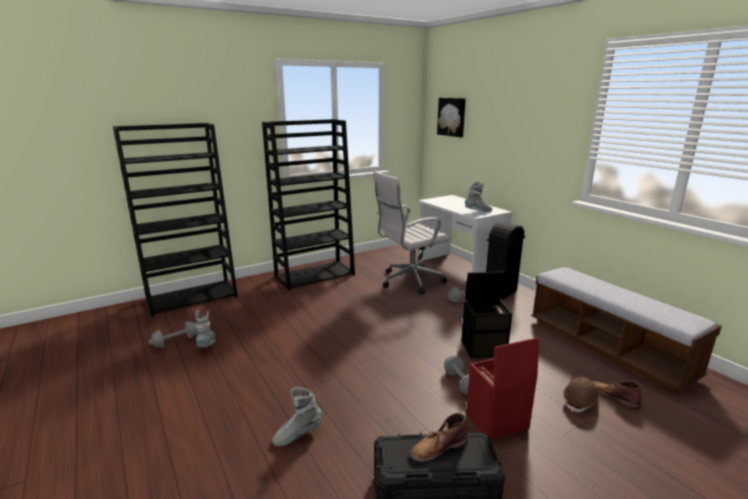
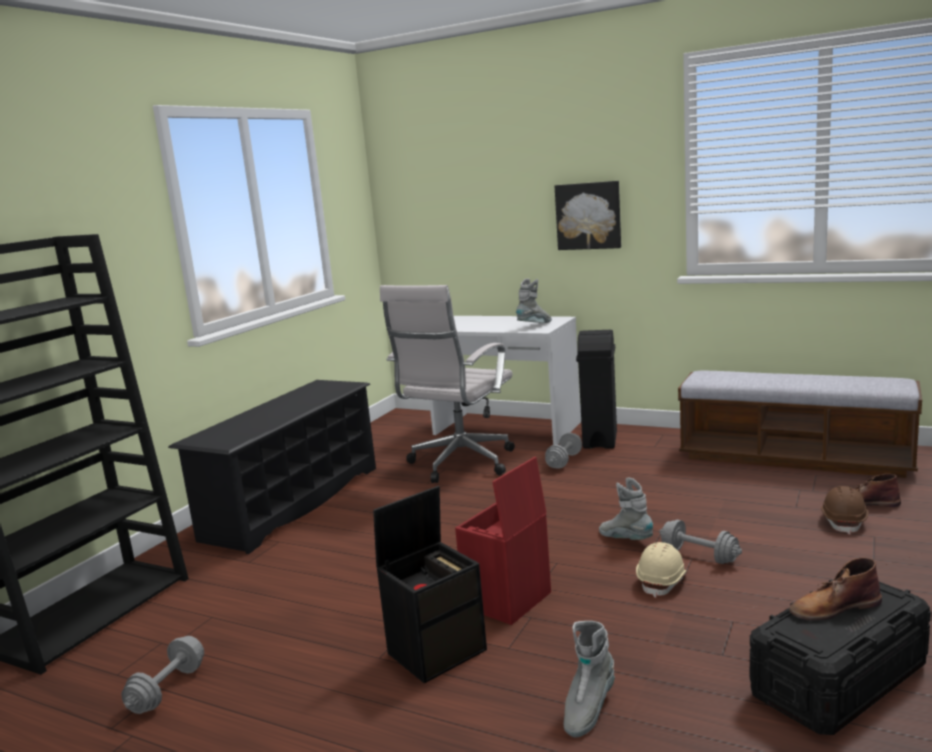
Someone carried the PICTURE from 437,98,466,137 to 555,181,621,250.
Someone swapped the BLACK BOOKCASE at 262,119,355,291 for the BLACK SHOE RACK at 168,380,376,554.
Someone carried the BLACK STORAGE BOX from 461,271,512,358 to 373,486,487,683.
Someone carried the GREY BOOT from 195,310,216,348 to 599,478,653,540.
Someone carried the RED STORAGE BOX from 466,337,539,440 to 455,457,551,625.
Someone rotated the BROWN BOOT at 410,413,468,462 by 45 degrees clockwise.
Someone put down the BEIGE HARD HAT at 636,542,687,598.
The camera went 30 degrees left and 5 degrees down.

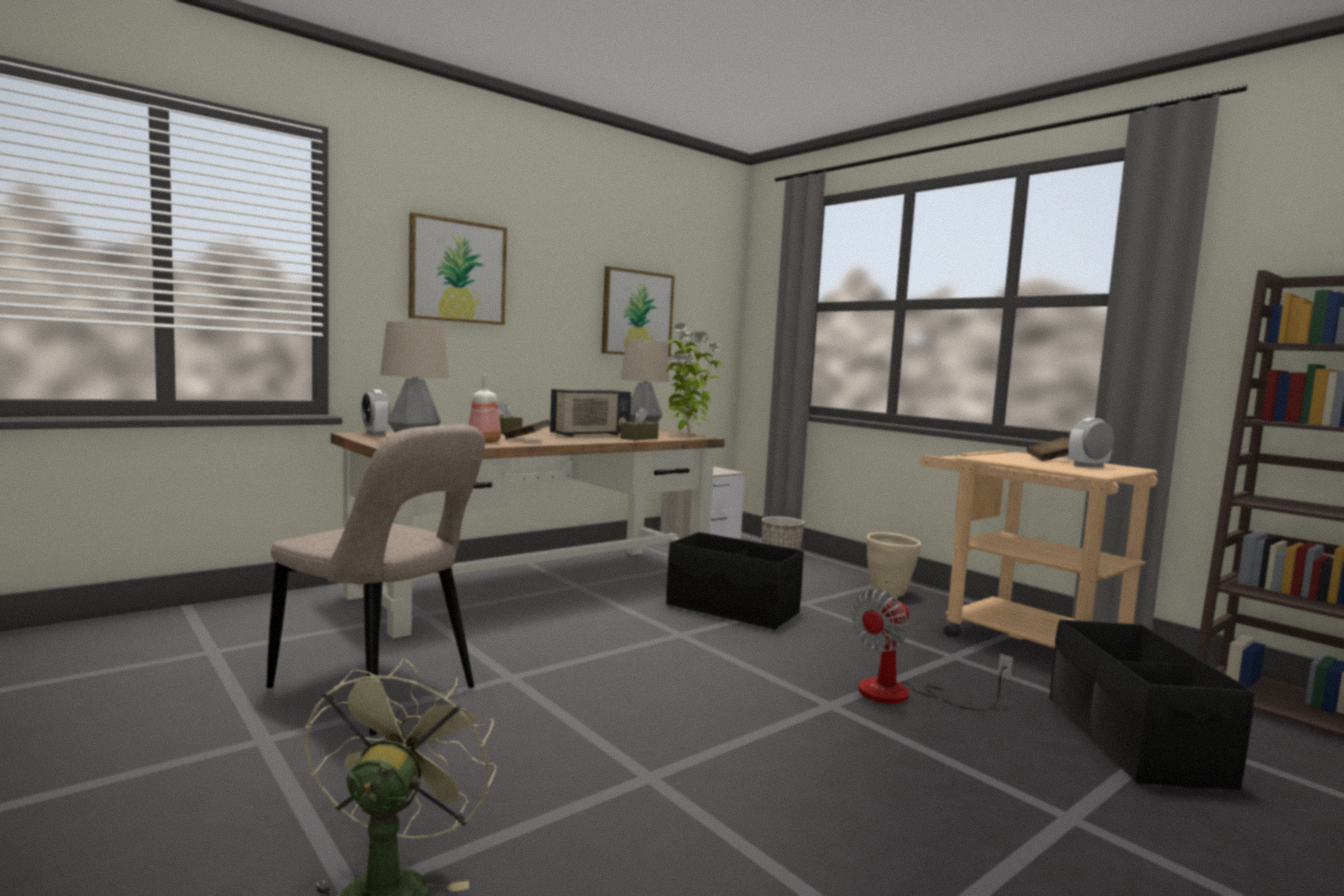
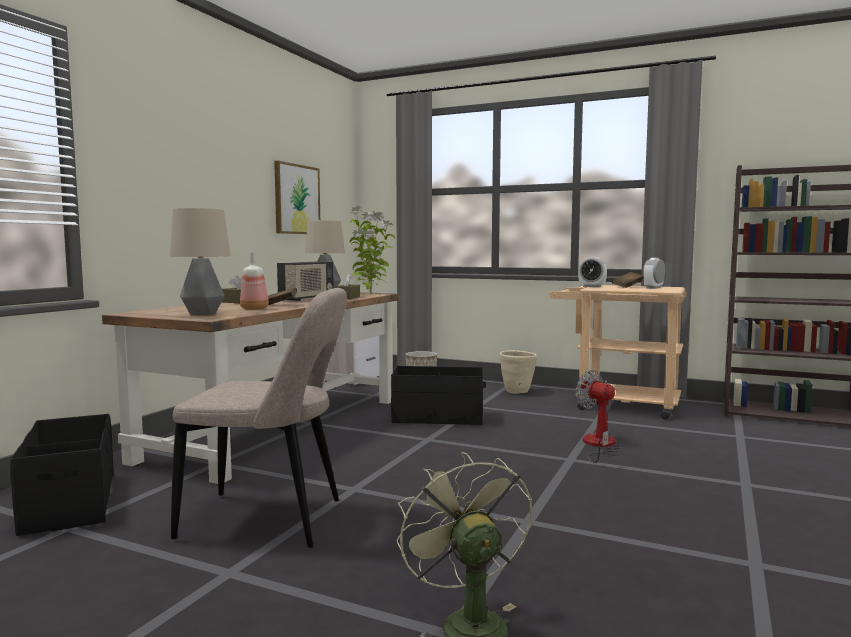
Someone took away the PICTURE at 408,212,507,325.
Someone carried the ALARM CLOCK from 362,389,391,436 to 578,257,607,287.
Someone rotated the FAN at 851,589,1013,710 by 120 degrees clockwise.
Someone carried the BLACK STORAGE BOX from 1050,620,1254,790 to 10,414,114,536.
The camera went 25 degrees left and 0 degrees up.

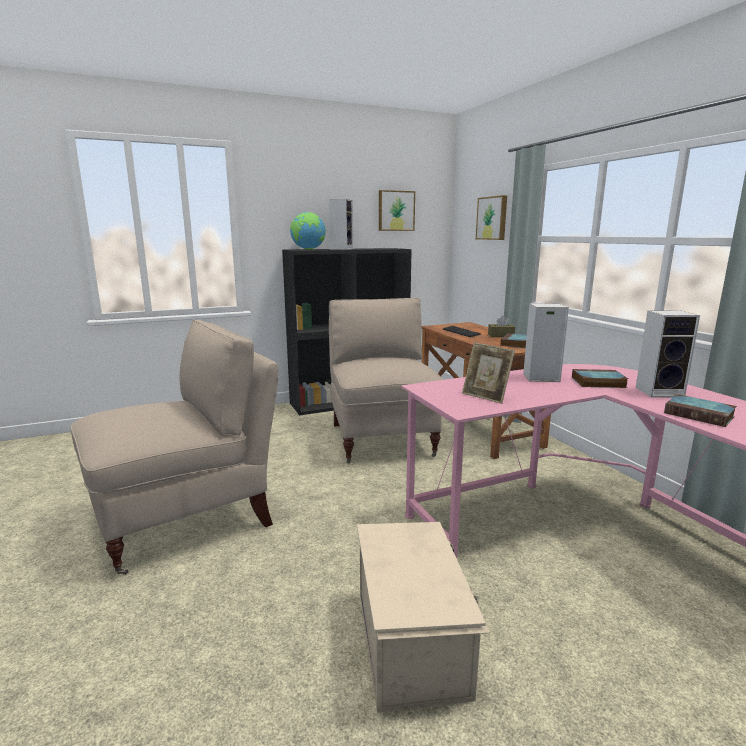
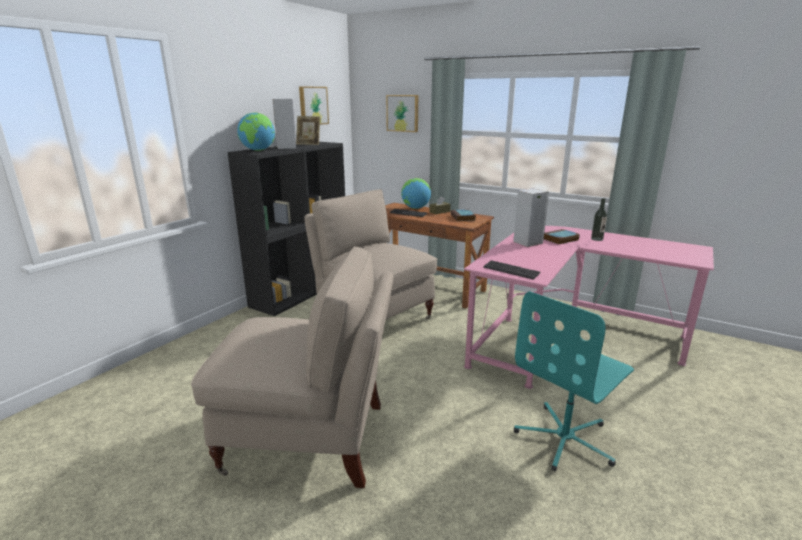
Someone swapped the SPEAKER at 636,310,700,397 for the BOTTLE at 591,198,607,241.
Someone rotated the BEIGE CHAIR at 71,320,279,575 by 75 degrees clockwise.
Someone carried the PICTURE FRAME from 462,342,515,404 to 296,116,320,145.
Someone took away the BOOK at 664,394,737,427.
Someone swapped the BEIGE STORAGE BOX at 357,522,490,713 for the TURQUOISE OFFICE CHAIR at 514,291,634,472.
Someone put down the GLOBE at 401,178,431,209.
Someone put down the KEYBOARD at 483,260,541,280.
The camera went 35 degrees left and 5 degrees up.

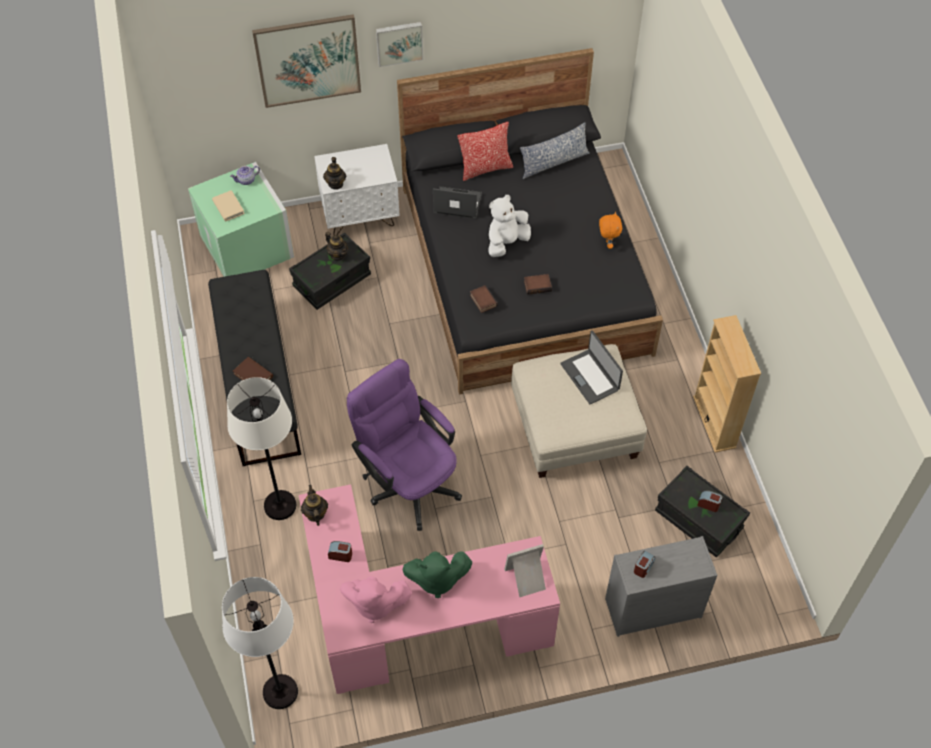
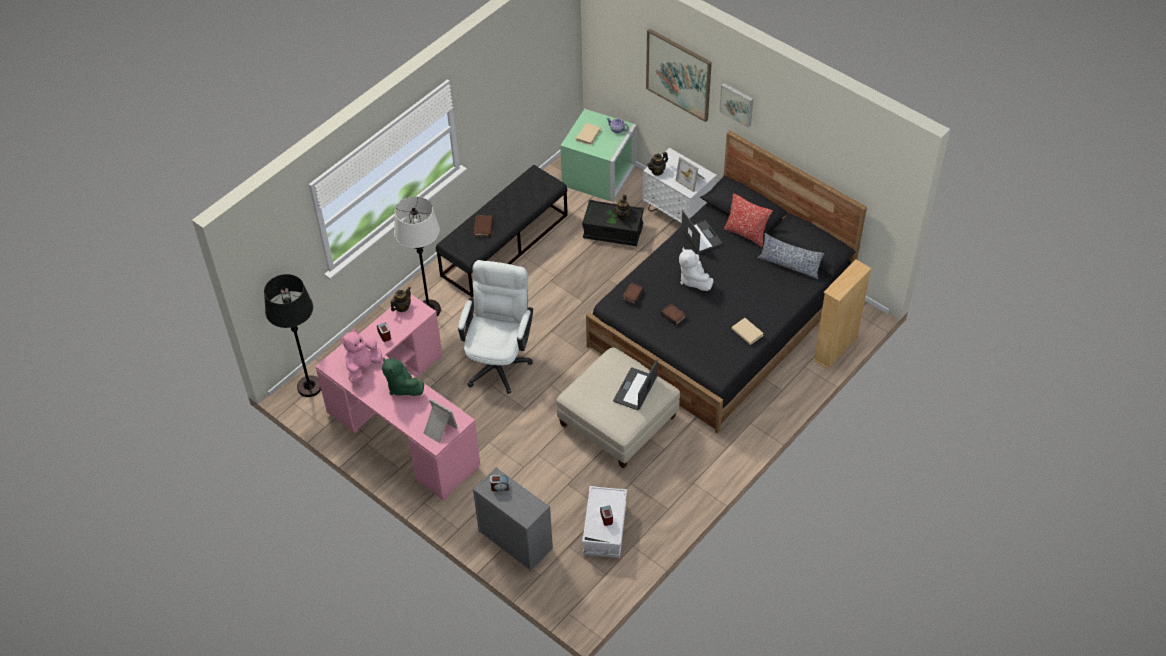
Someone rotated the WHITE PLUSH TOY at 488,195,531,257 by 120 degrees counterclockwise.
Someone swapped the ORANGE PLUSH TOY at 599,212,622,249 for the BEIGE BOOK at 731,318,764,345.
Someone carried the BEIGE BOOKCASE from 693,315,761,453 to 813,259,871,369.
Someone repainted the PURPLE OFFICE CHAIR at 347,359,462,531, which became the WHITE OFFICE CHAIR at 458,260,533,394.
Someone repainted the BLACK STORAGE BOX at 655,466,750,558, which became the WHITE STORAGE BOX at 582,486,627,558.
Someone rotated the PINK PLUSH TOY at 340,576,412,623 by 60 degrees clockwise.
Someone repainted the WHITE FLOOR LAMP at 222,577,298,709, which became the BLACK FLOOR LAMP at 264,274,321,397.
Someone put down the PICTURE FRAME at 675,157,705,192.
The camera went 55 degrees right and 5 degrees down.

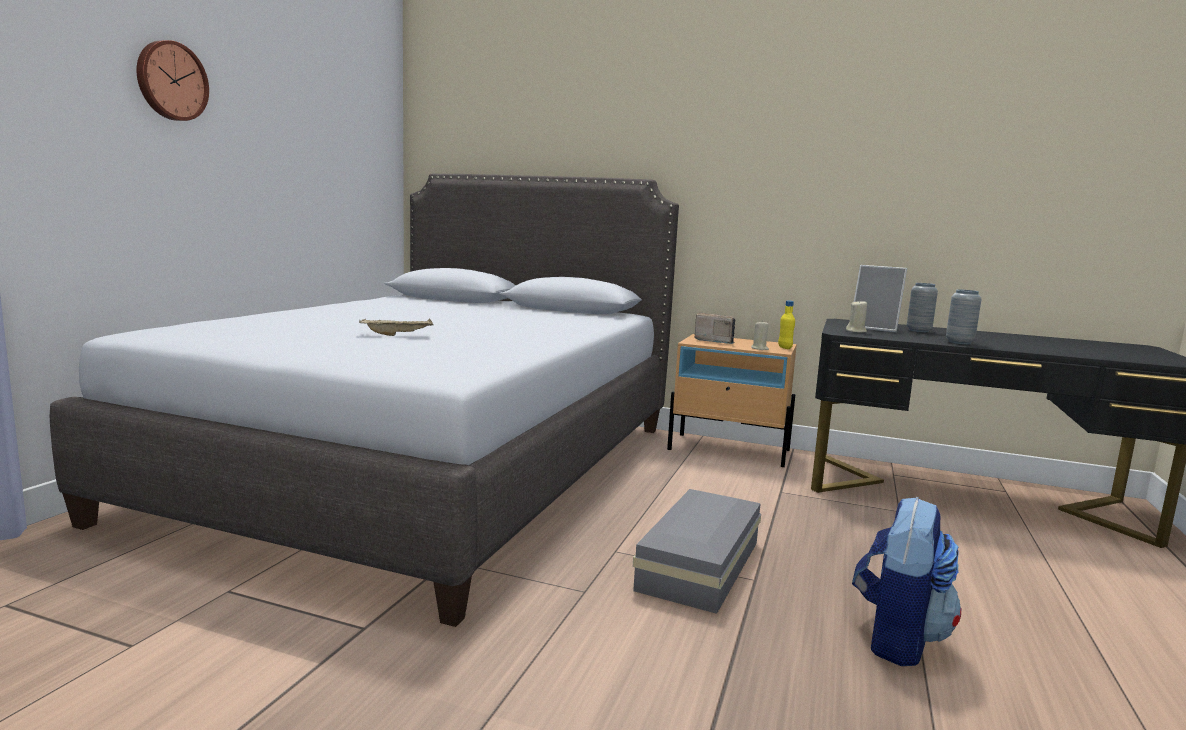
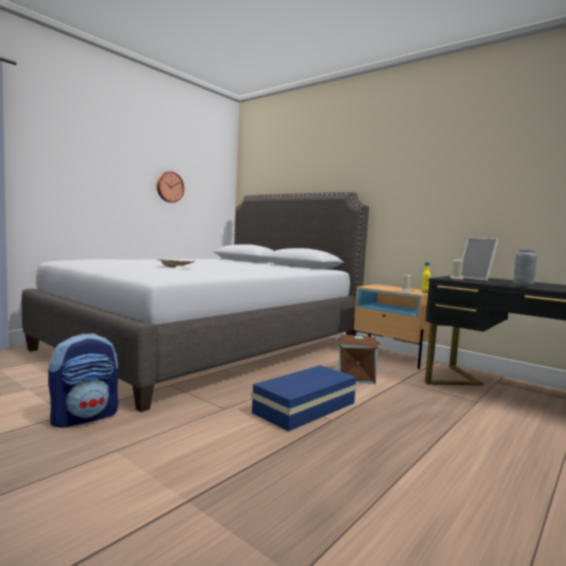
Someone carried the WALL CLOCK from 136,40,209,121 to 157,171,184,203.
Someone took away the GREY VASE at 907,283,938,332.
Someone took away the RADIO at 694,312,735,344.
Someone repainted the GREY STORAGE BOX at 633,489,761,614, which became the BLUE STORAGE BOX at 251,365,357,432.
Someone carried the BACKPACK from 852,496,961,666 to 48,333,118,428.
Someone put down the BROWN STORAGE BOX at 338,334,380,384.
The camera went 20 degrees right and 5 degrees down.

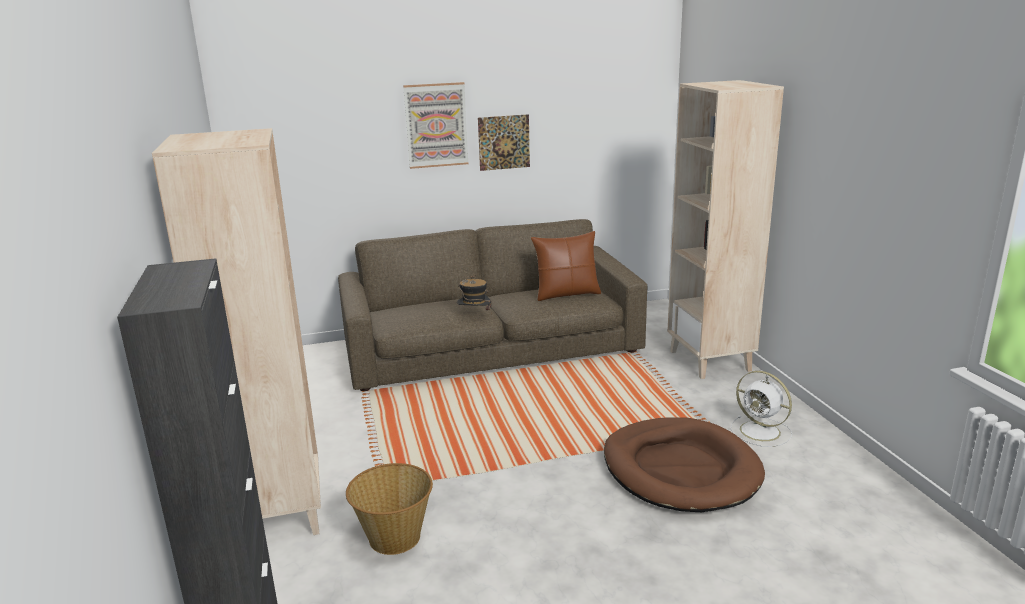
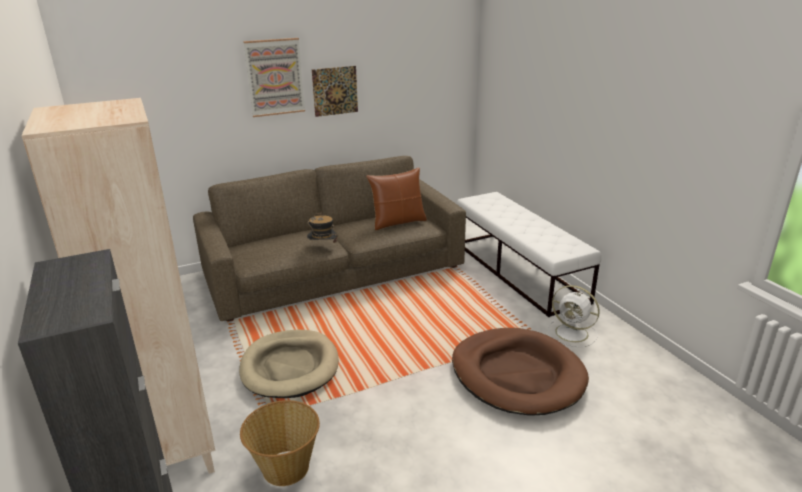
Someone swapped the BEIGE BOOKCASE at 667,80,784,379 for the WHITE BENCH at 457,192,601,317.
Someone put down the BEIGE DOG BED at 239,330,339,398.
The camera went 10 degrees left and 5 degrees up.

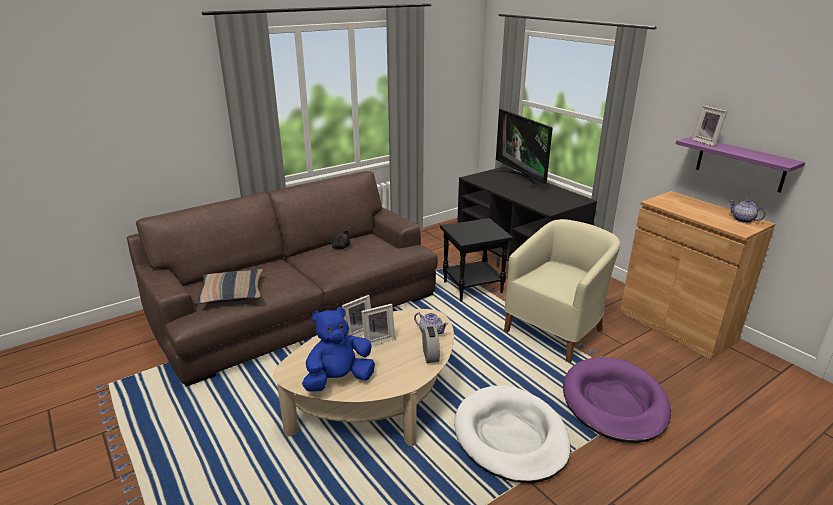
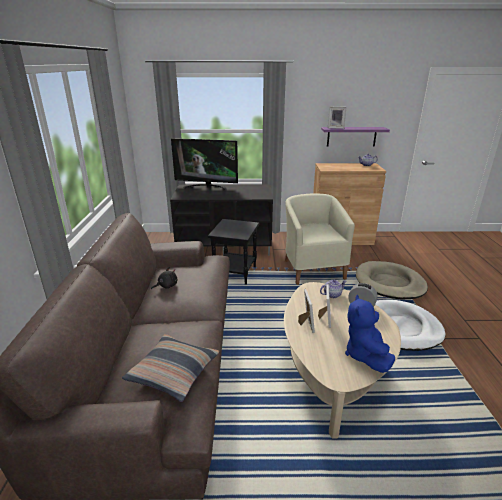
Someone repainted the PURPLE DOG BED at 563,357,671,443, which became the BEIGE DOG BED at 356,261,428,300.
The camera went 55 degrees left and 0 degrees up.

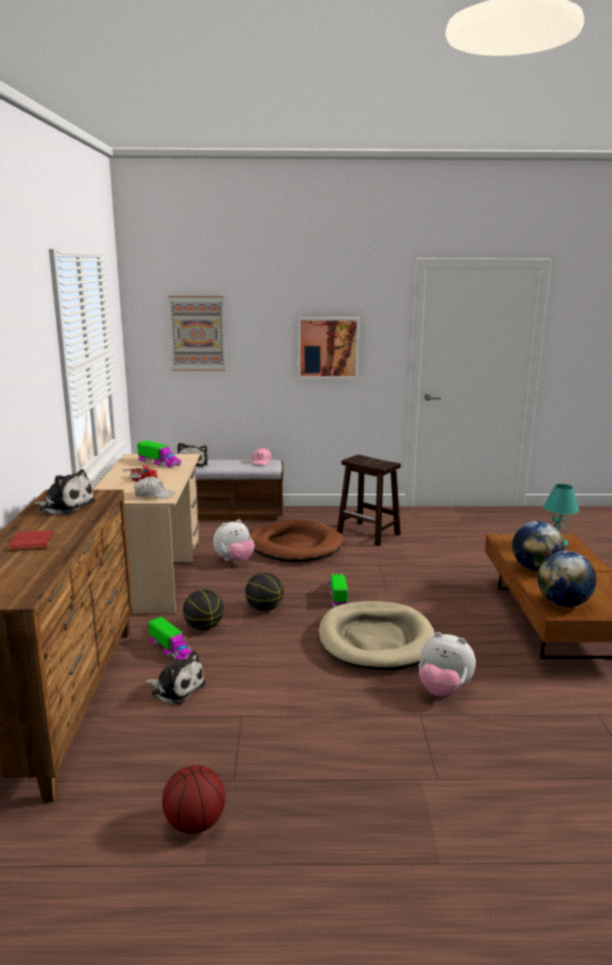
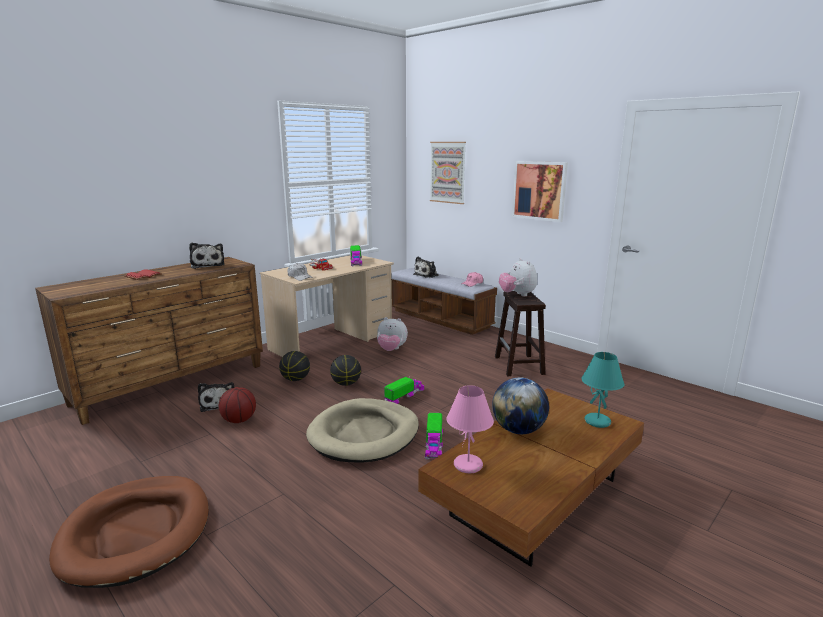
Someone carried the BROWN DOG BED from 250,519,343,562 to 49,476,209,588.
Someone swapped the GLOBE at 537,551,596,607 for the PINK TABLE LAMP at 446,385,494,473.
Someone carried the TOY TRUCK from 148,617,192,660 to 425,413,443,460.
Someone carried the PLUSH TOY from 419,632,476,697 to 499,258,537,296.
Someone carried the BASKETBALL from 162,765,225,834 to 219,387,256,423.
The camera went 45 degrees right and 0 degrees up.

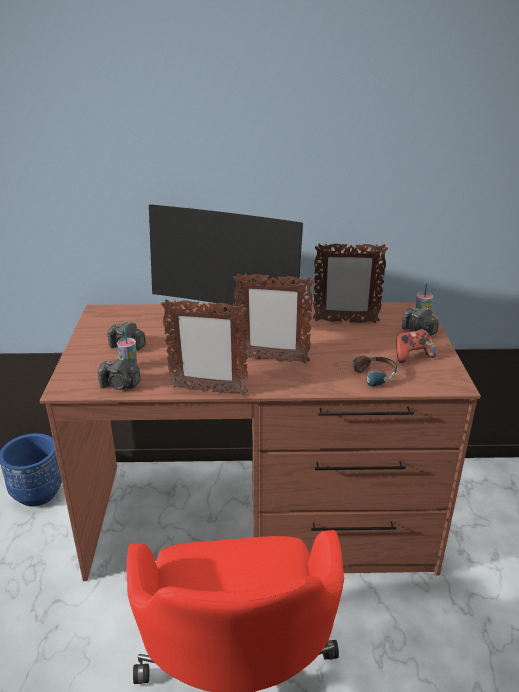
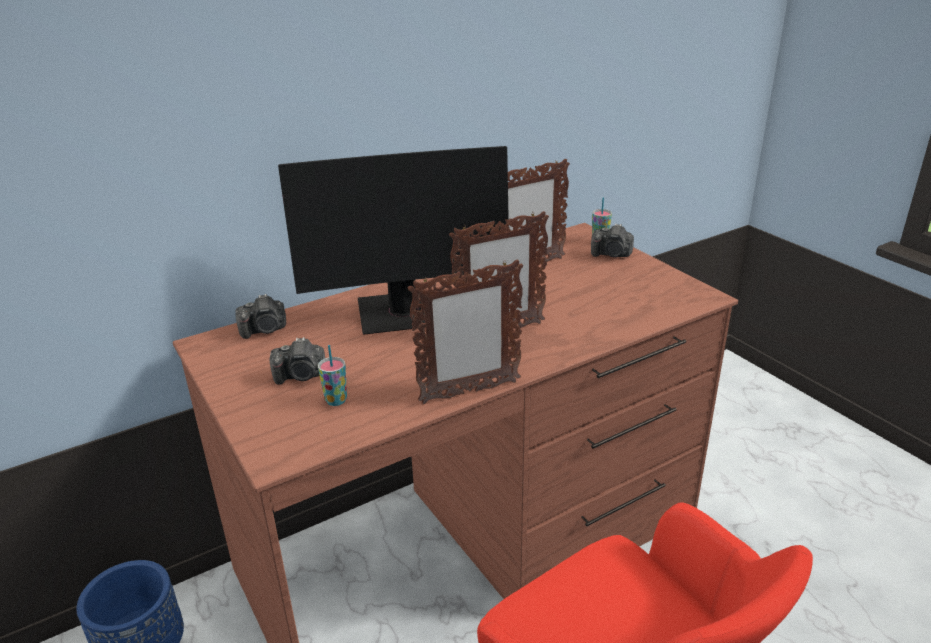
Someone took away the GAME CONTROLLER at 396,329,436,363.
Someone took away the HEADPHONES at 338,356,398,386.
Someone carried the PHOTO CAMERA from 97,357,141,390 to 235,294,286,339.
The camera went 30 degrees left and 0 degrees up.

